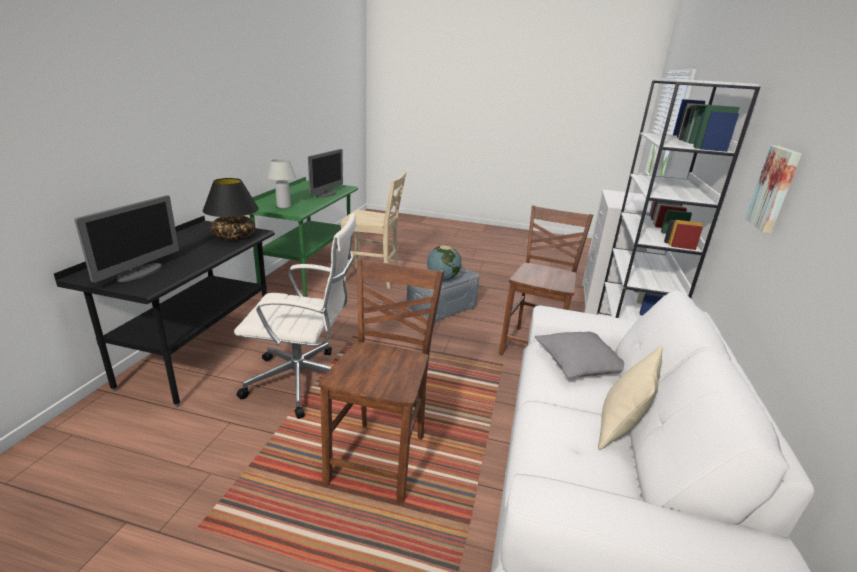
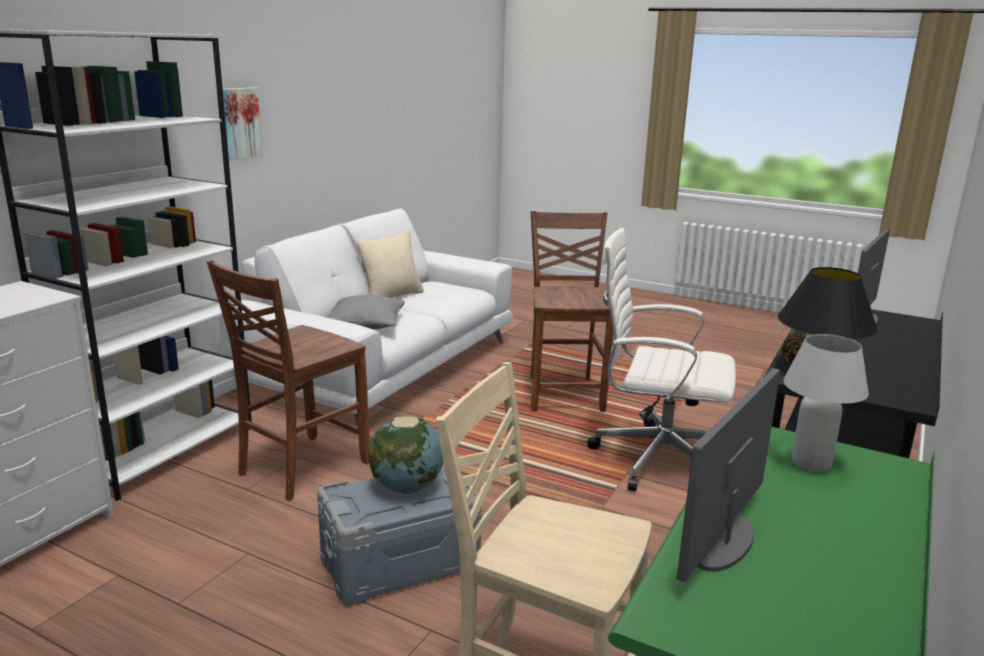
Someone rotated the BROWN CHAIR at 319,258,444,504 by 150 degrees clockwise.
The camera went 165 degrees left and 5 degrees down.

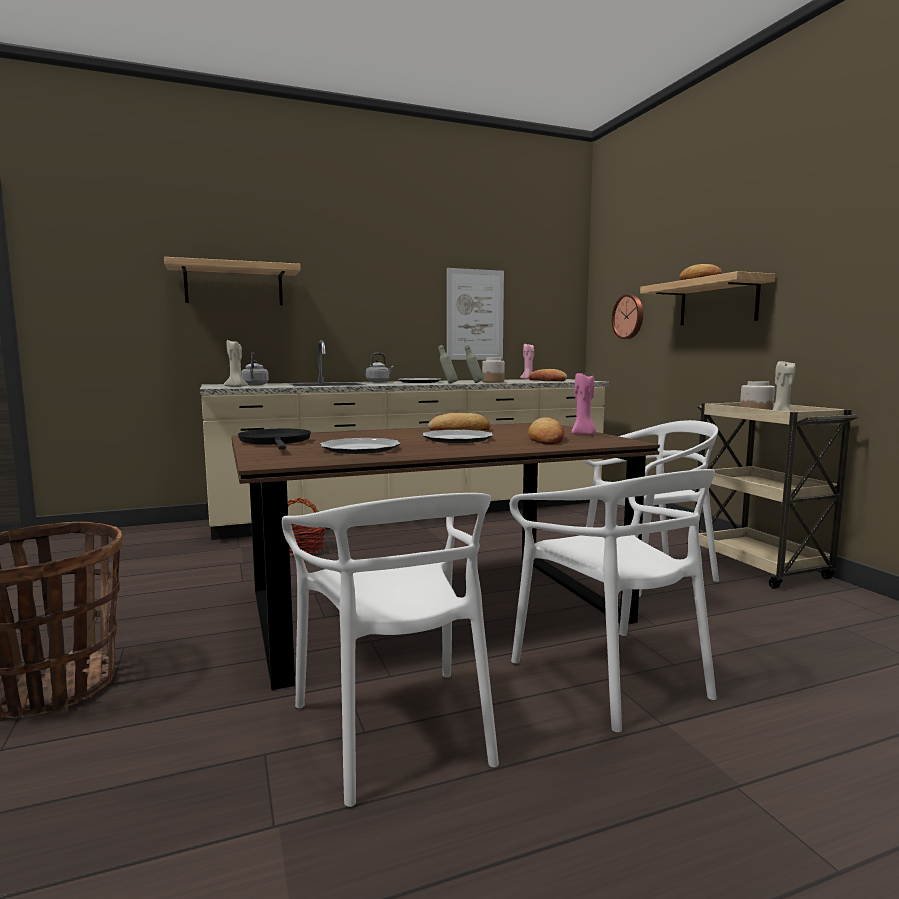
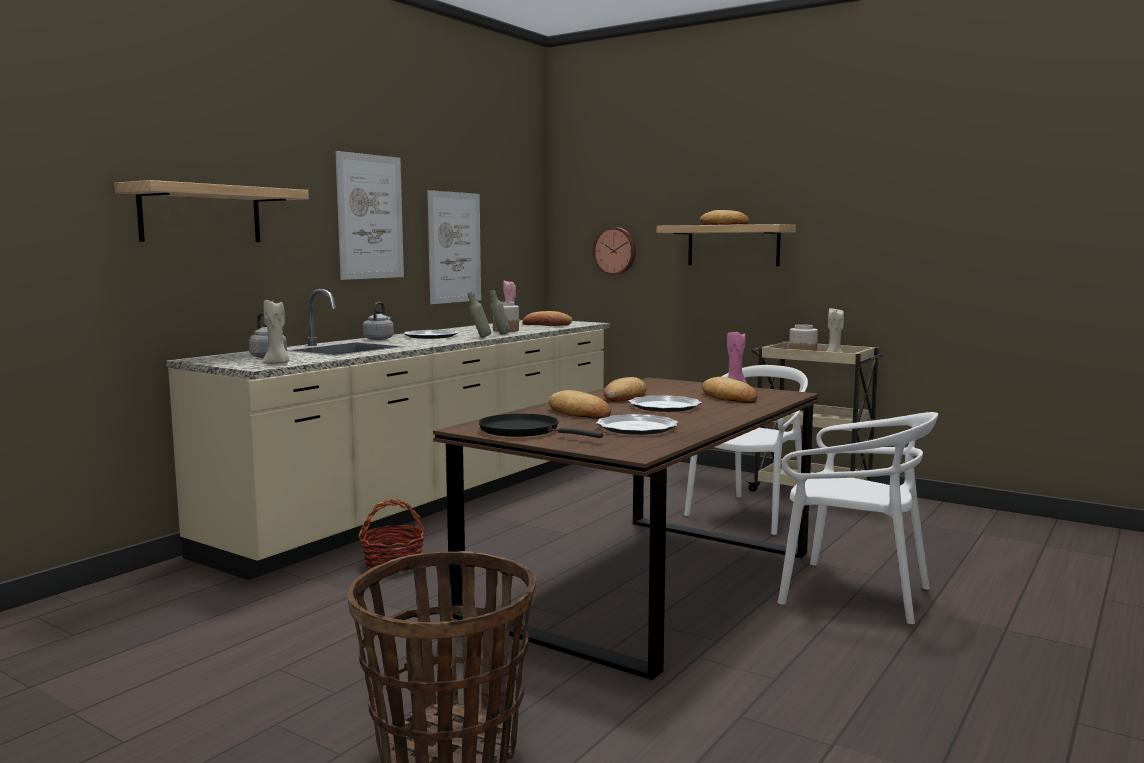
Someone took away the WHITE CHAIR at 282,493,499,807.
Someone put up the PICTURE at 336,151,404,280.
Someone put down the BREAD at 548,390,611,419.
The camera went 35 degrees left and 0 degrees up.

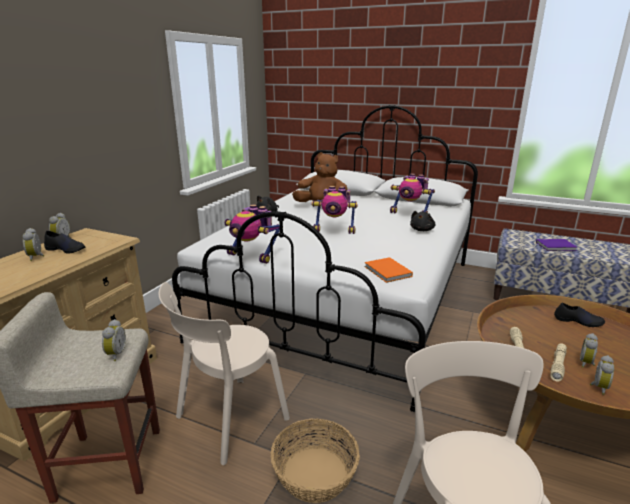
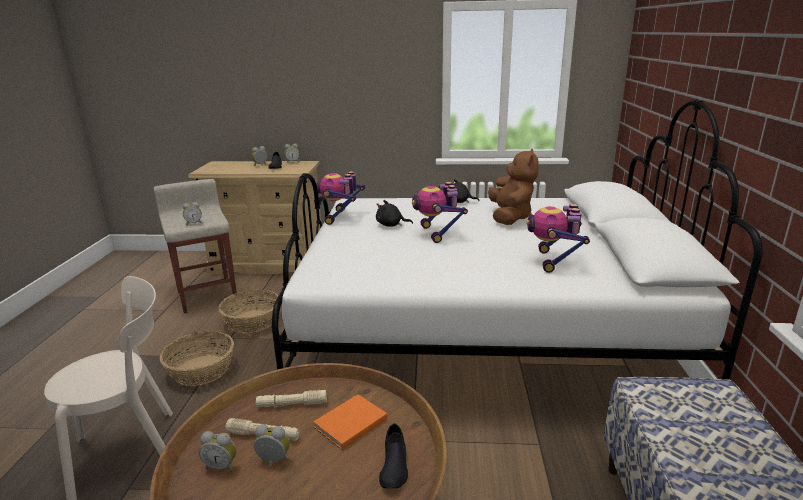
Someone carried the BLACK PLUSH TOY from 410,211,435,231 to 376,200,413,227.
Someone took away the PURPLE BOOK at 536,239,577,251.
Someone carried the ORANGE BOOK from 365,257,413,283 to 313,394,387,450.
Someone swapped the BEIGE CHAIR at 158,282,290,465 for the BASKET at 219,289,279,333.
The camera went 70 degrees right and 0 degrees up.

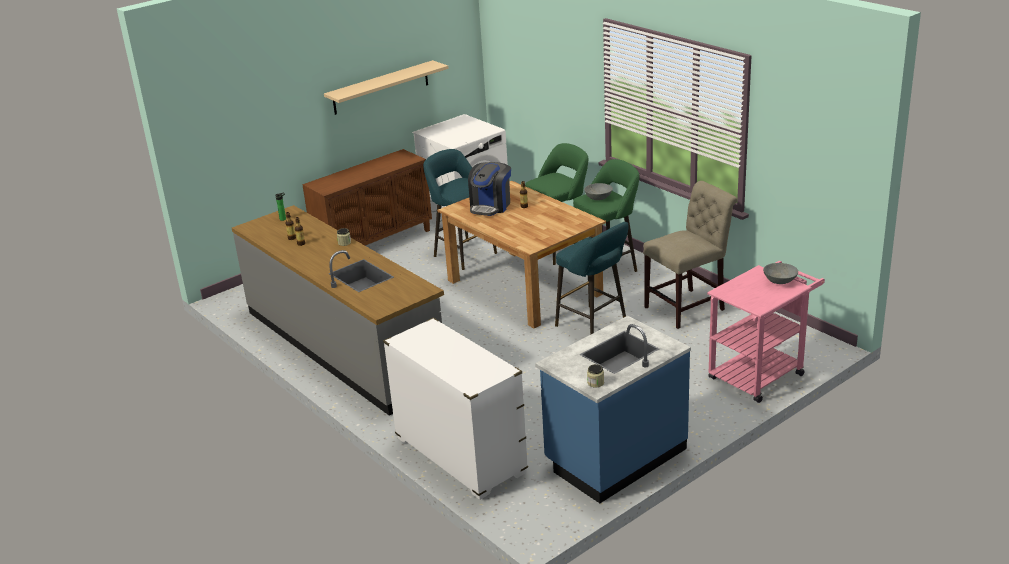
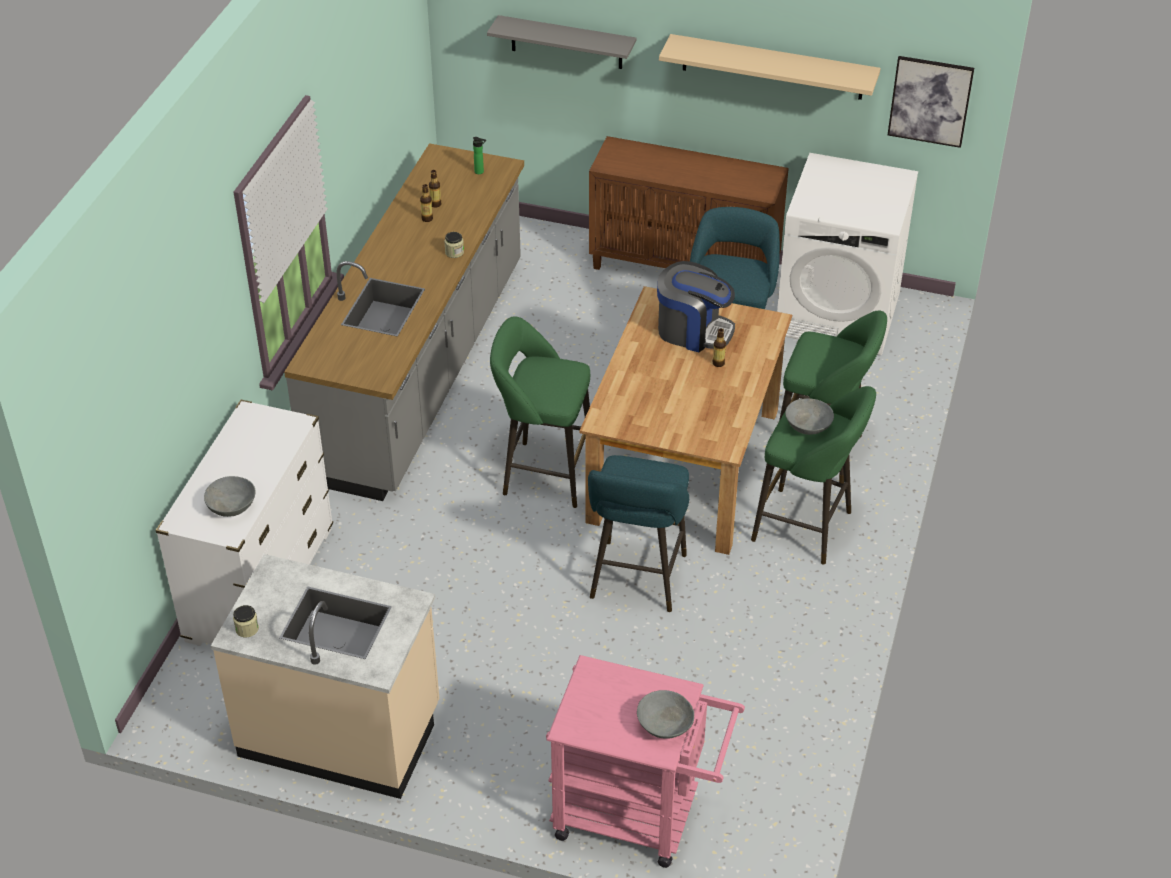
Someone rotated the COFFEE MACHINE at 468,162,511,216 by 150 degrees counterclockwise.
Someone took away the BEIGE CHAIR at 643,181,737,329.
Someone repainted the BLUE COUNTER at 535,316,691,503, which became the BEIGE COUNTER at 211,554,439,799.
Someone put up the GREY SHELF at 487,15,636,69.
Someone put up the PICTURE at 888,56,974,148.
Someone put down the GREEN STOOL at 490,316,590,508.
Someone put down the GREY BOWL at 204,476,256,517.
The camera went 55 degrees right and 15 degrees up.

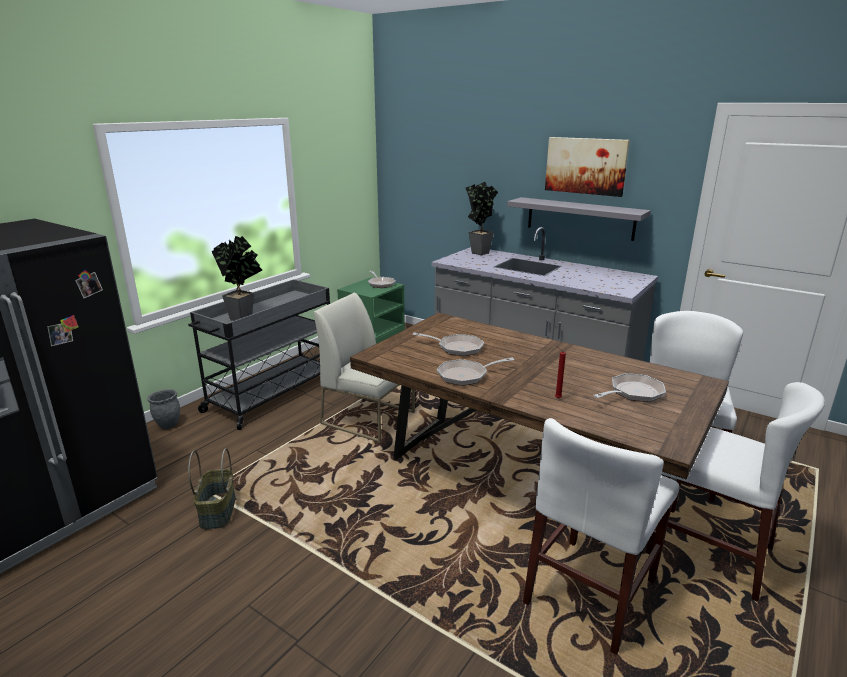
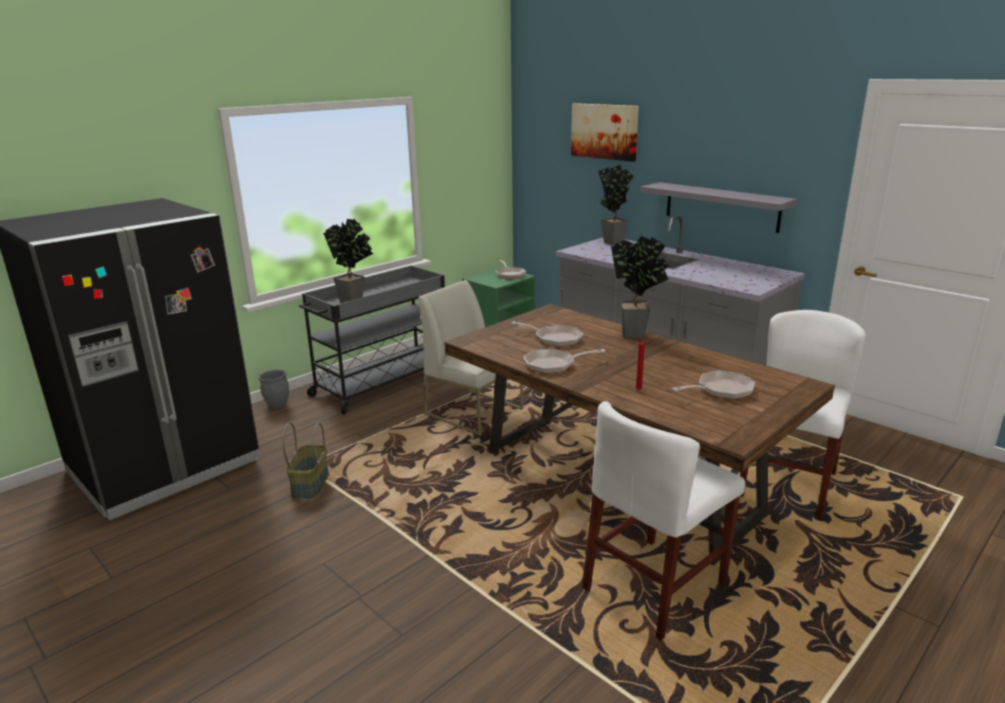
Someone carried the PICTURE from 545,137,630,197 to 571,103,639,162.
Someone took away the WHITE CHAIR at 646,382,825,602.
Someone put down the POTTED PLANT at 611,236,669,338.
The camera went 10 degrees right and 0 degrees up.

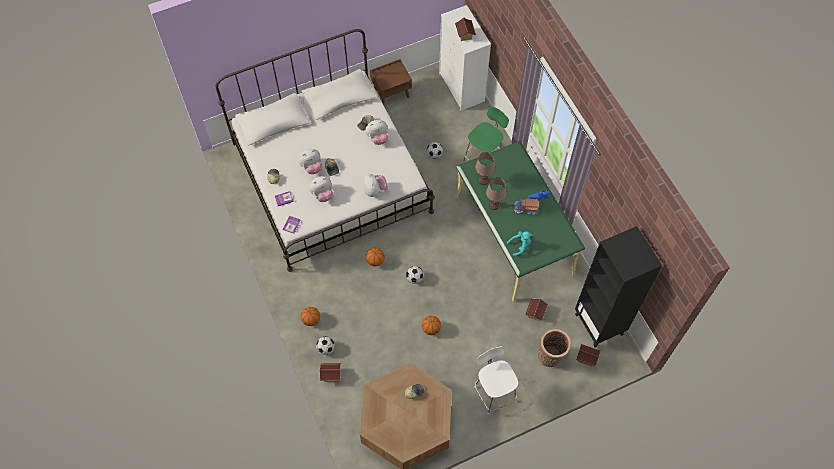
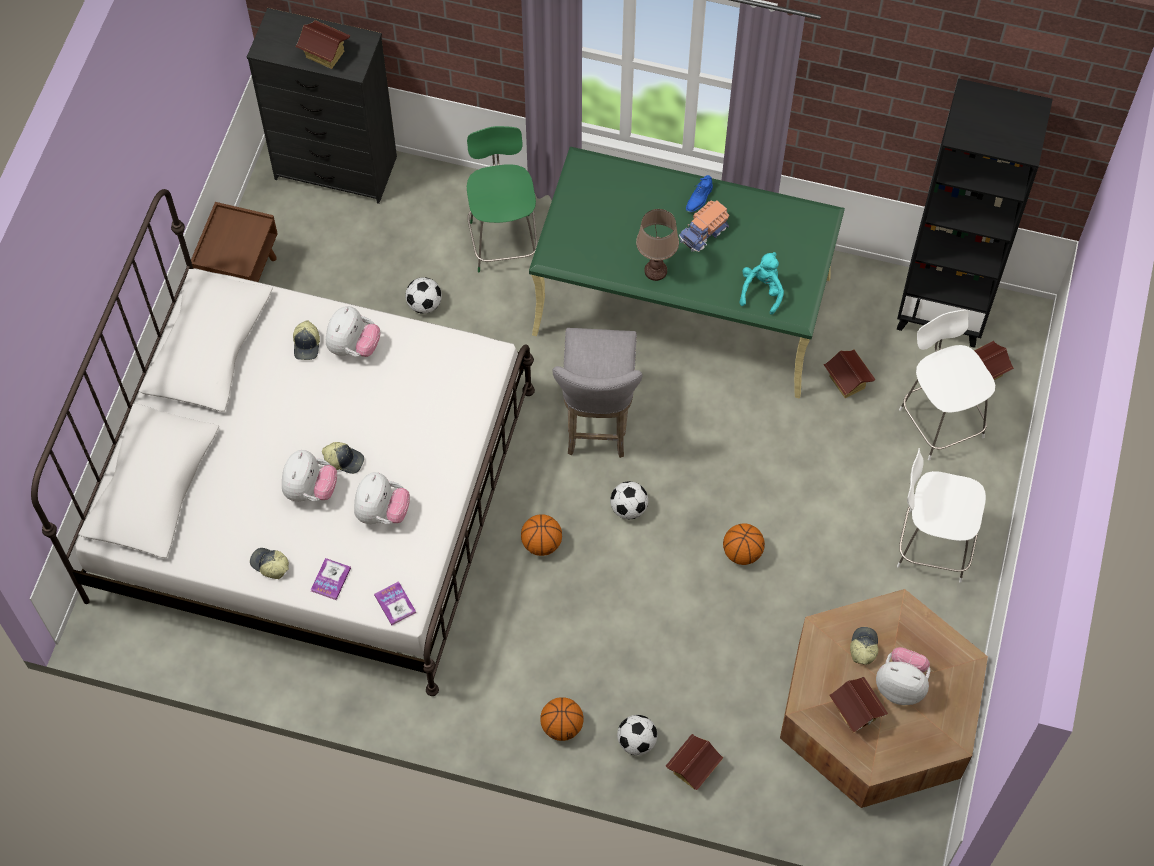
Someone repainted the WHITE DRESSER at 439,5,491,111, which became the BLACK DRESSER at 247,8,397,204.
Someone took away the BROWN TABLE LAMP at 475,152,495,185.
Someone carried the PLUSH TOY from 363,174,388,197 to 876,647,930,705.
Someone swapped the BASKET at 538,329,571,367 for the WHITE CHAIR at 899,309,995,460.
Someone put down the GREY STOOL at 552,328,642,458.
Someone put down the TOY HOUSE at 829,677,888,733.
The camera went 50 degrees left and 0 degrees up.

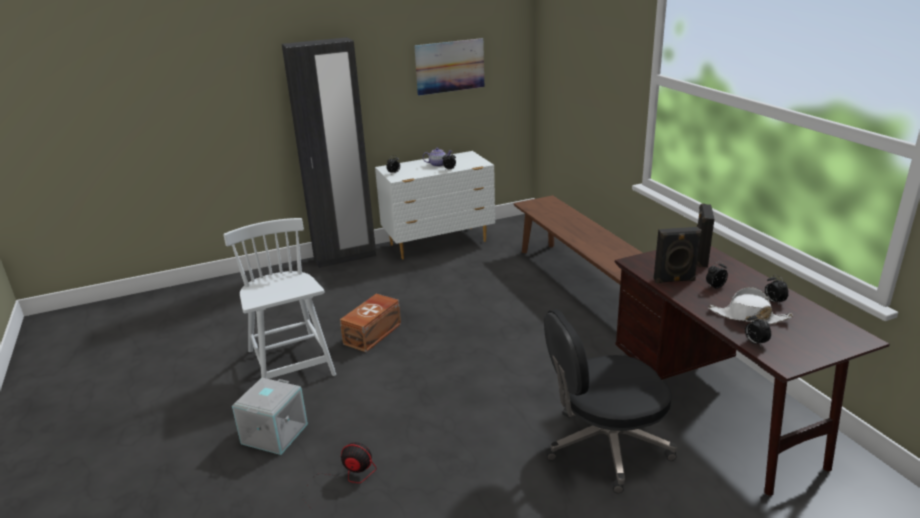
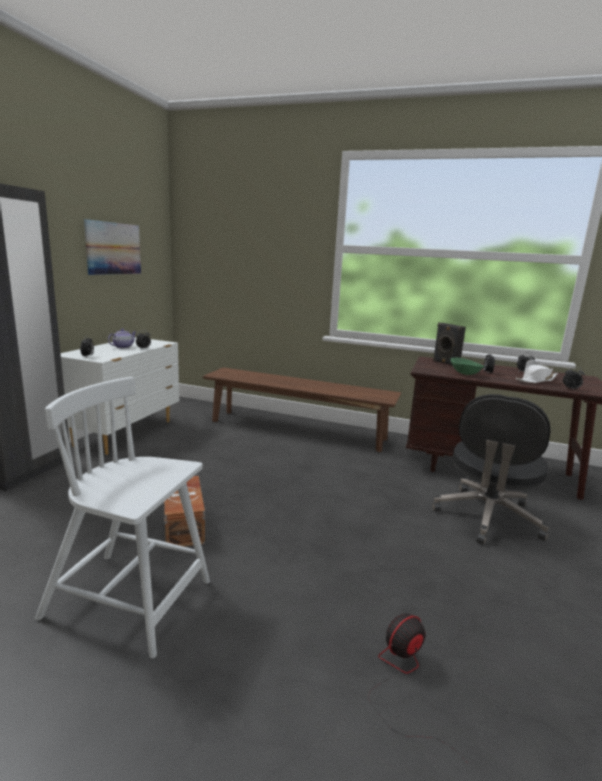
Someone swapped the BLACK SPEAKER at 654,227,702,283 for the GREEN BOWL at 451,358,484,375.
Someone took away the GREY STORAGE BOX at 232,378,308,455.
The camera went 50 degrees left and 10 degrees down.

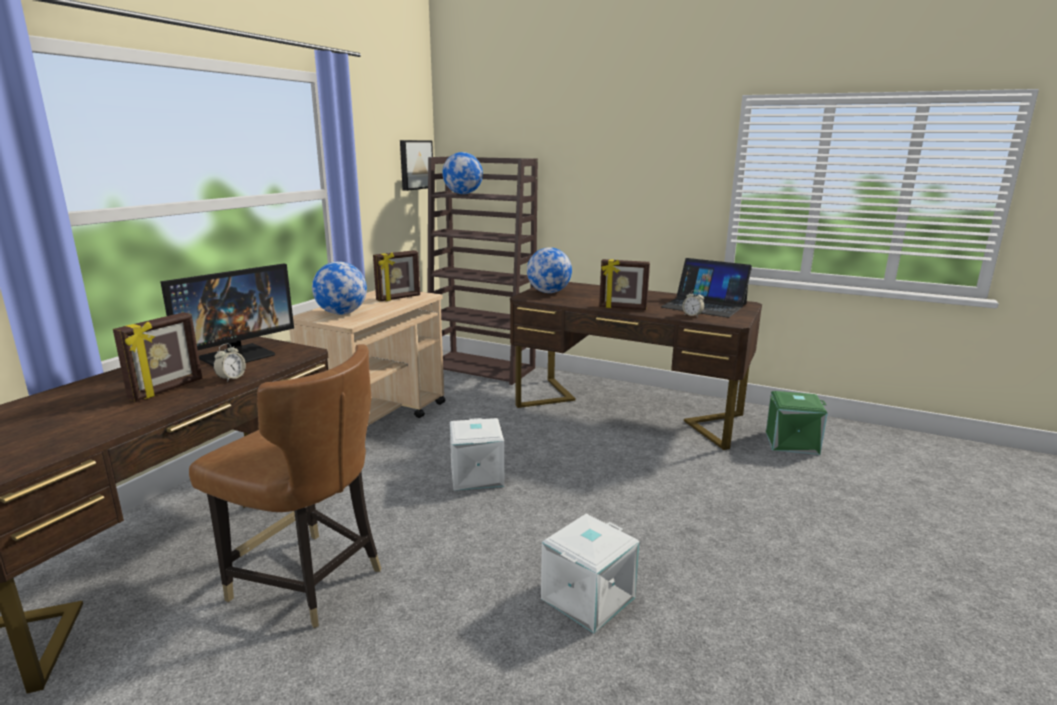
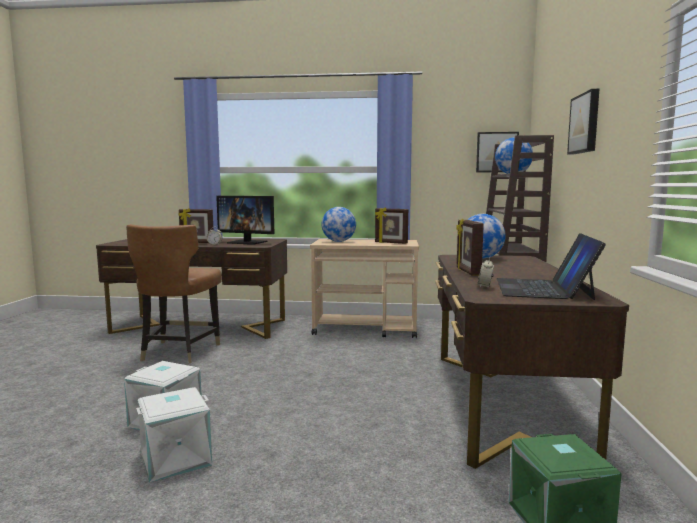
Someone carried the WHITE STORAGE BOX from 450,418,504,491 to 136,387,212,482.
Someone put up the PICTURE at 567,89,599,155.
The camera went 70 degrees right and 10 degrees down.

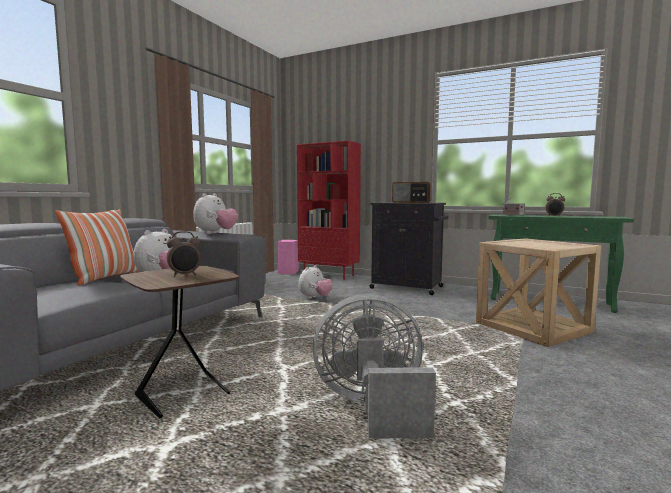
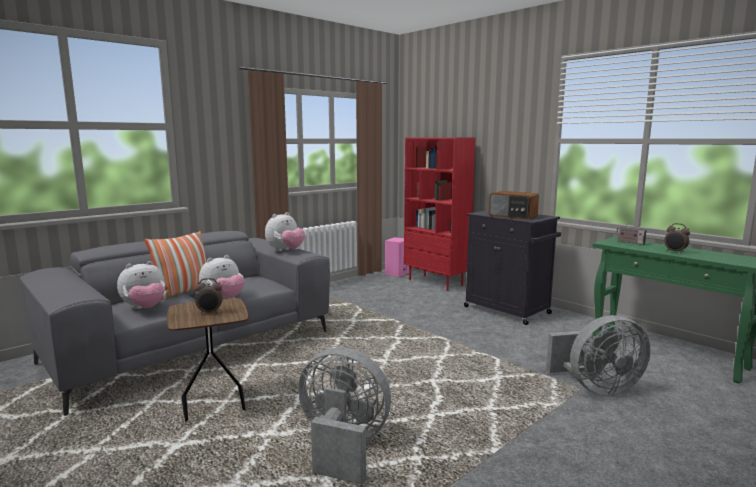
Someone swapped the BEIGE SIDE TABLE at 476,238,601,347 for the GREY FAN at 546,315,651,395.
Someone carried the PLUSH TOY from 298,265,333,299 to 117,261,165,309.
The camera went 20 degrees right and 5 degrees up.

